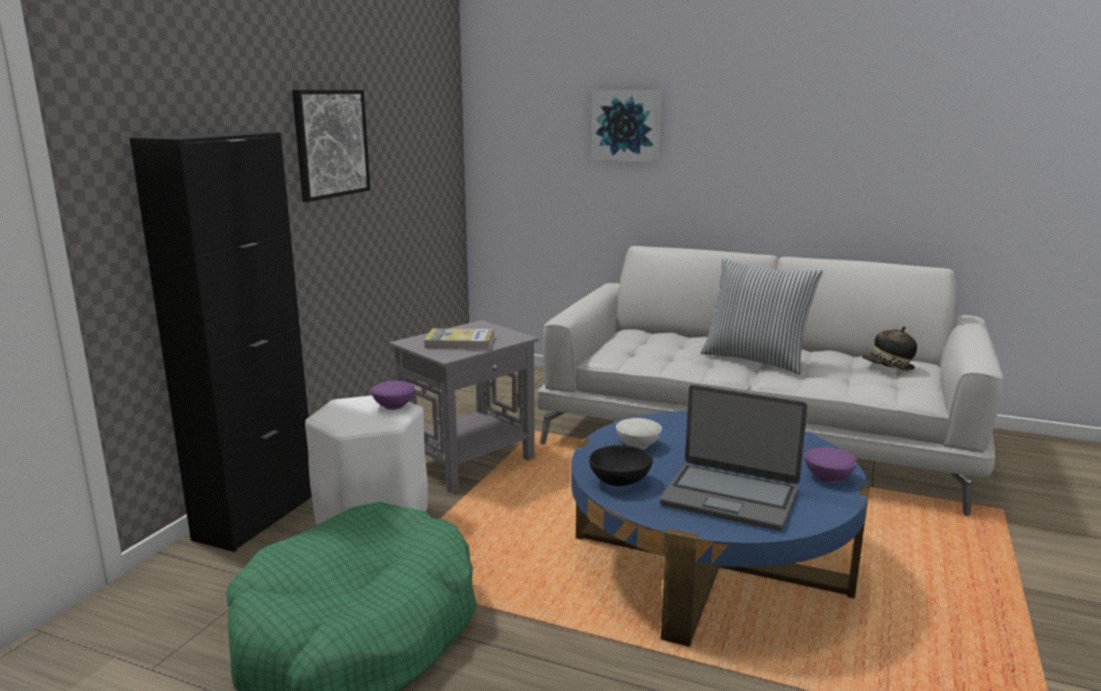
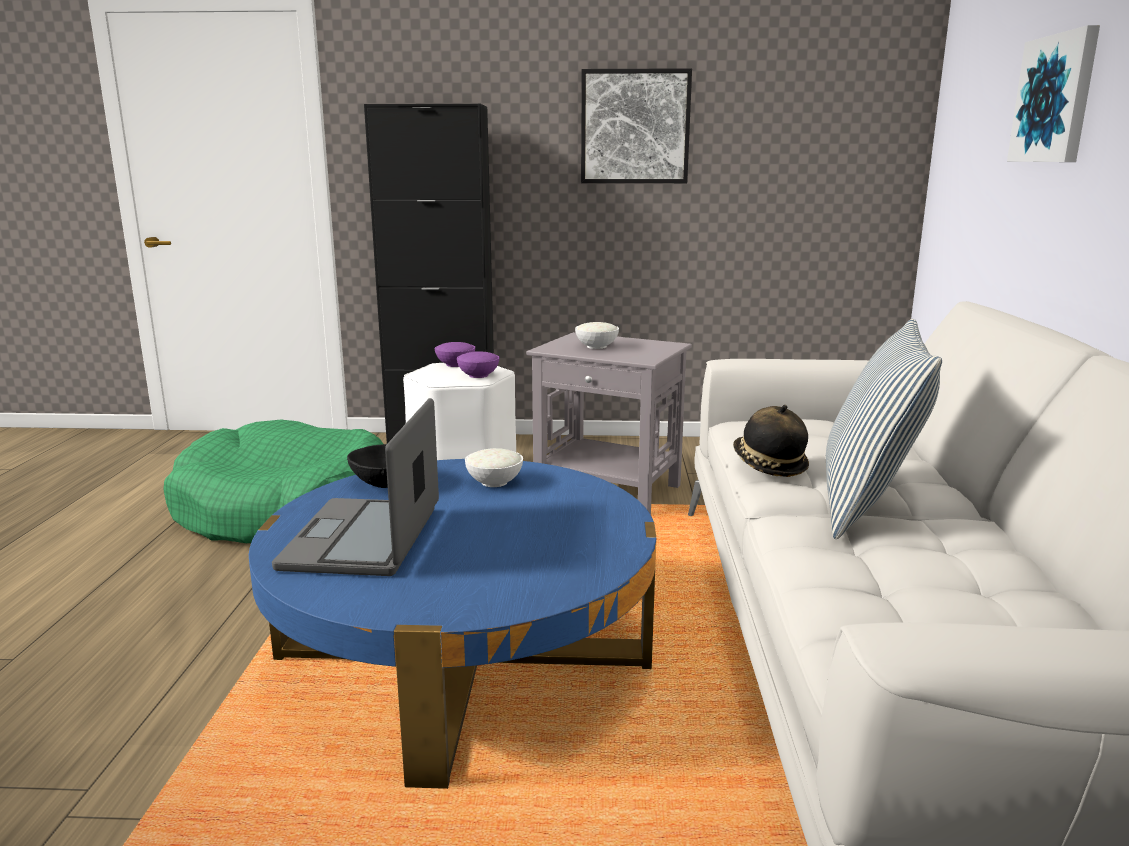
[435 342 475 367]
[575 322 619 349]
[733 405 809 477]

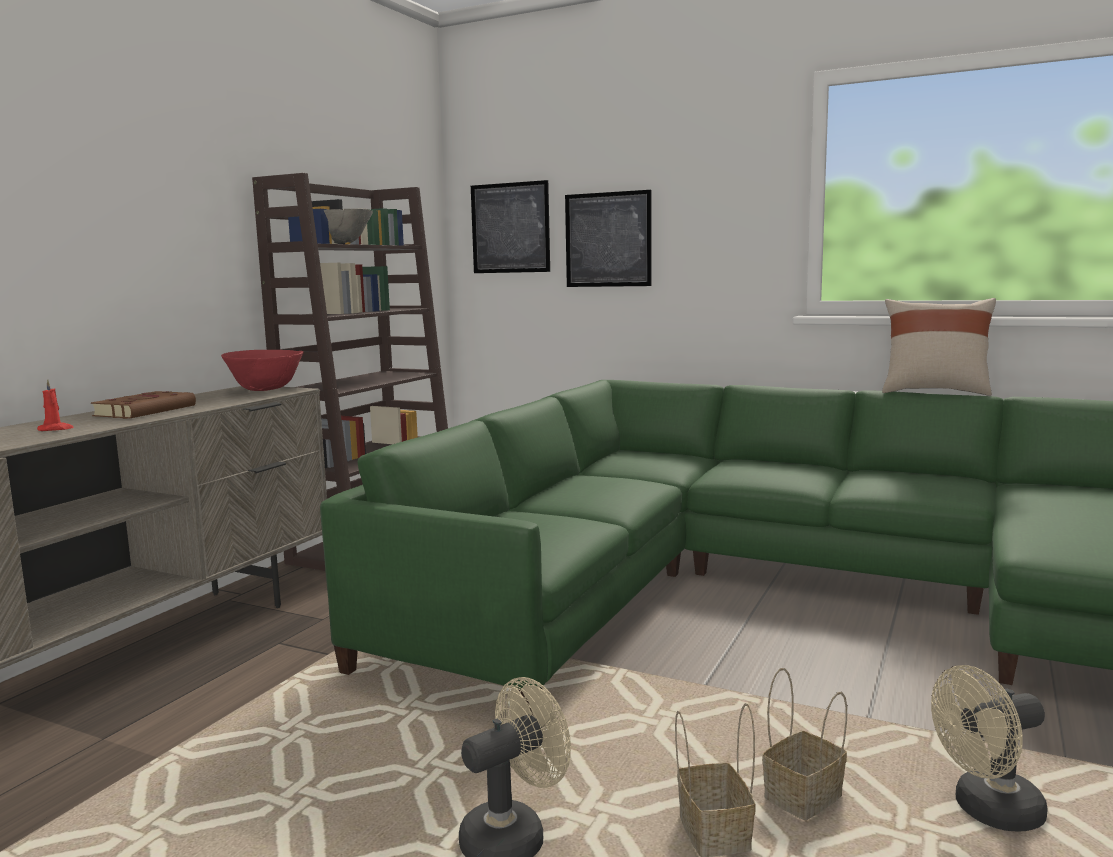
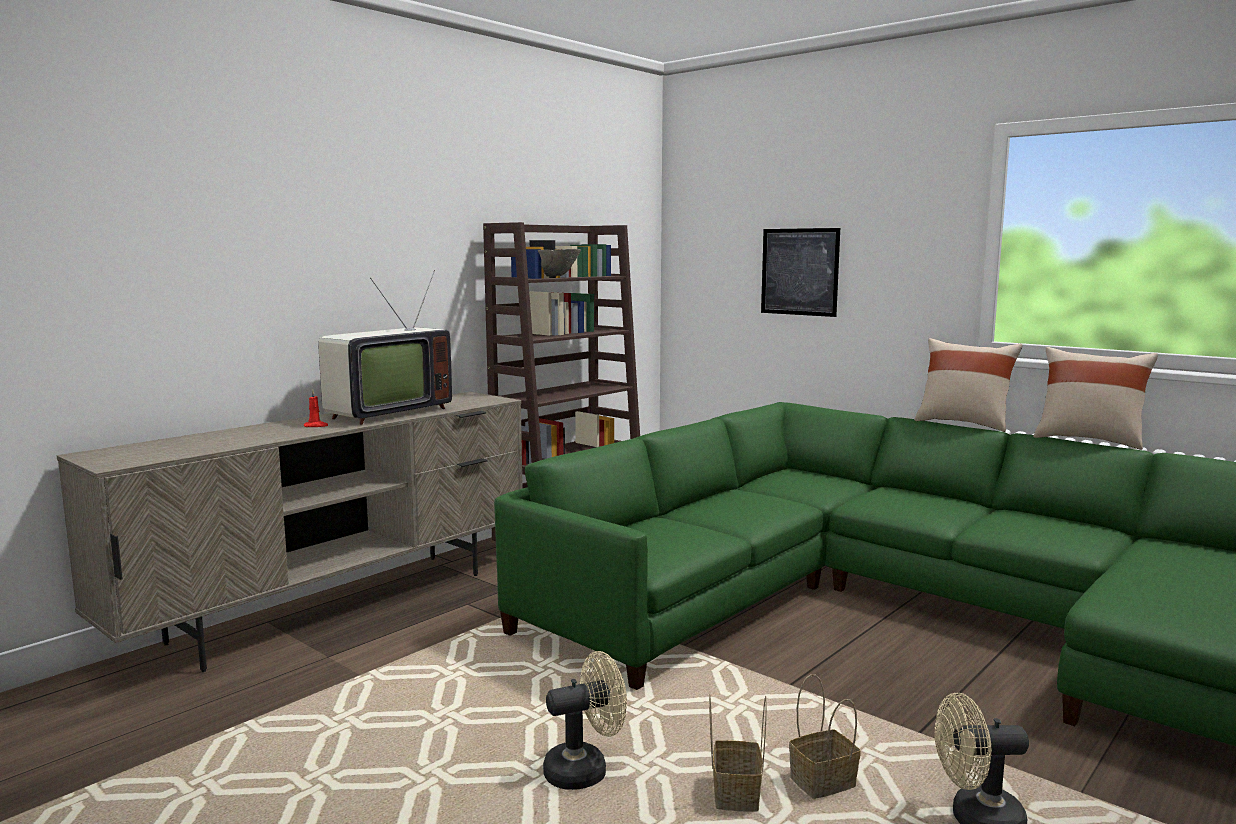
[318 270 452 425]
[914 338 1022 432]
[221 350 304 391] (first image)
[471 180 550 273] (first image)

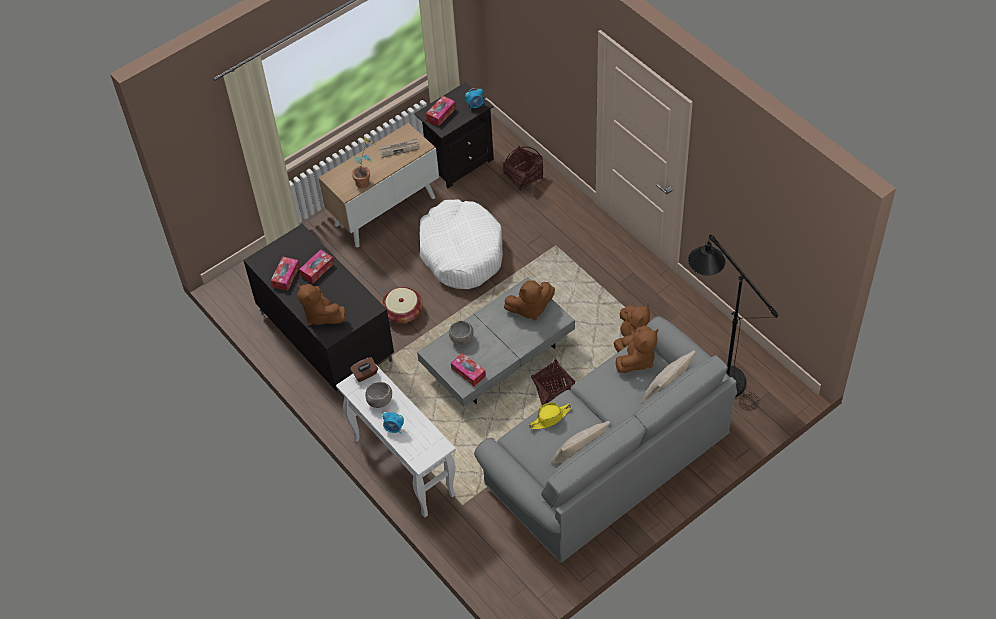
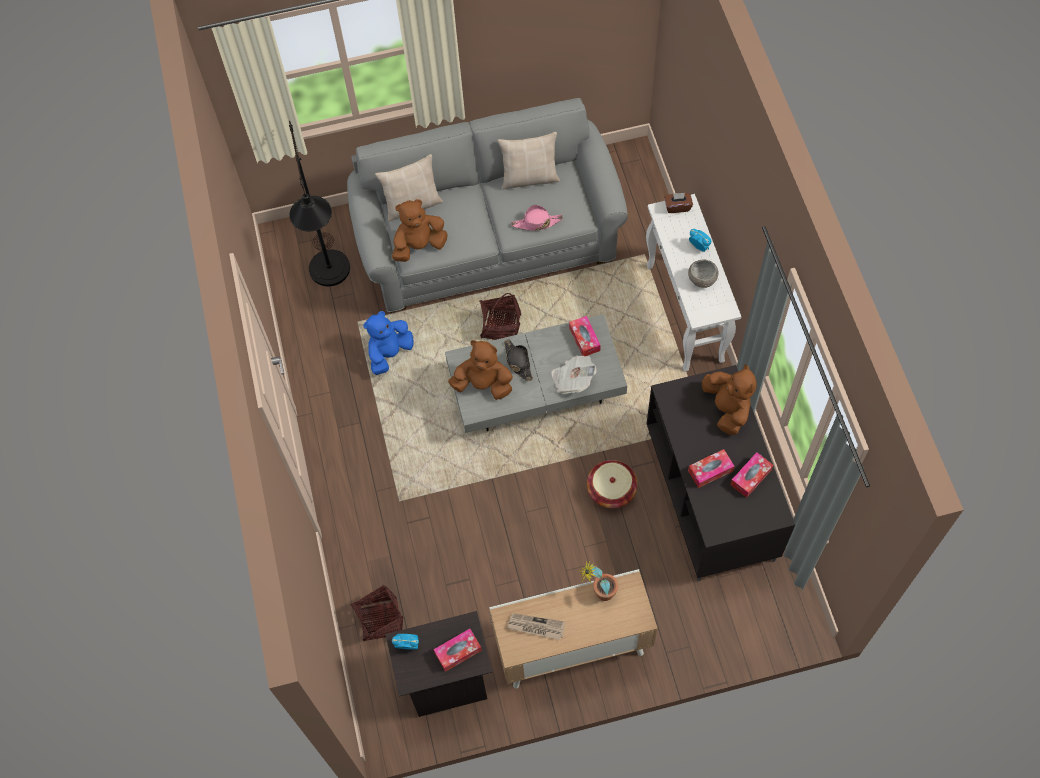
[363 311 414 375]
[504 339 533 381]
[511 205 563 231]
[551 355 597 394]
[665 193 693 213]
[420 199 503 289] (first image)

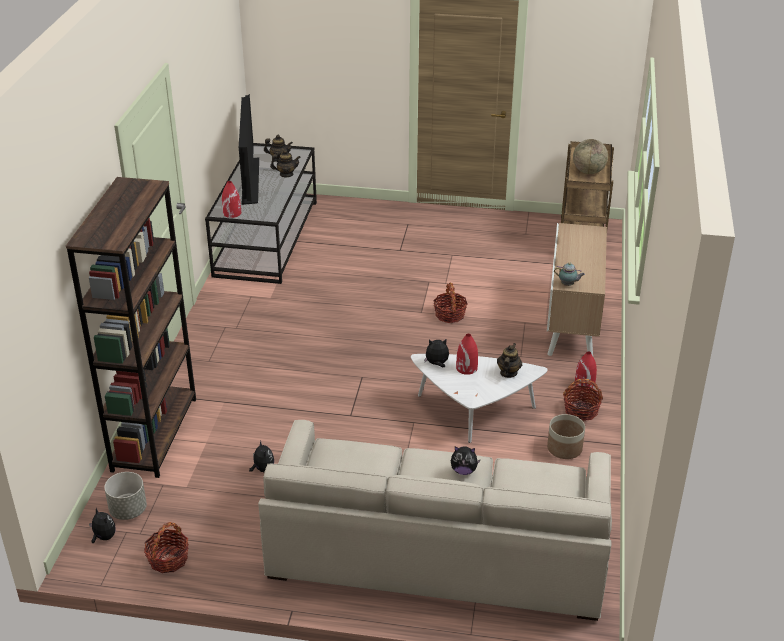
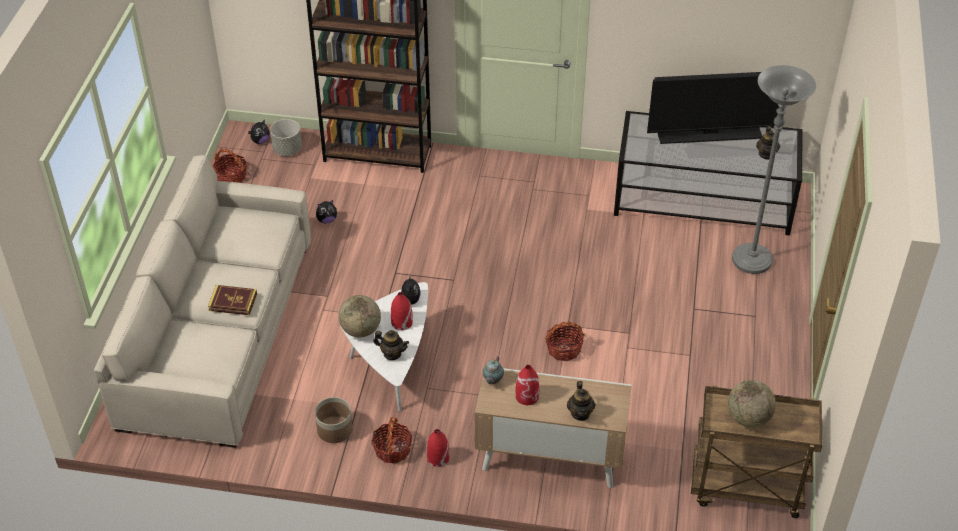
[208 285 257 316]
[338 295 381 337]
[515 365 539 405]
[567 381 595 421]
[732 65 816 274]

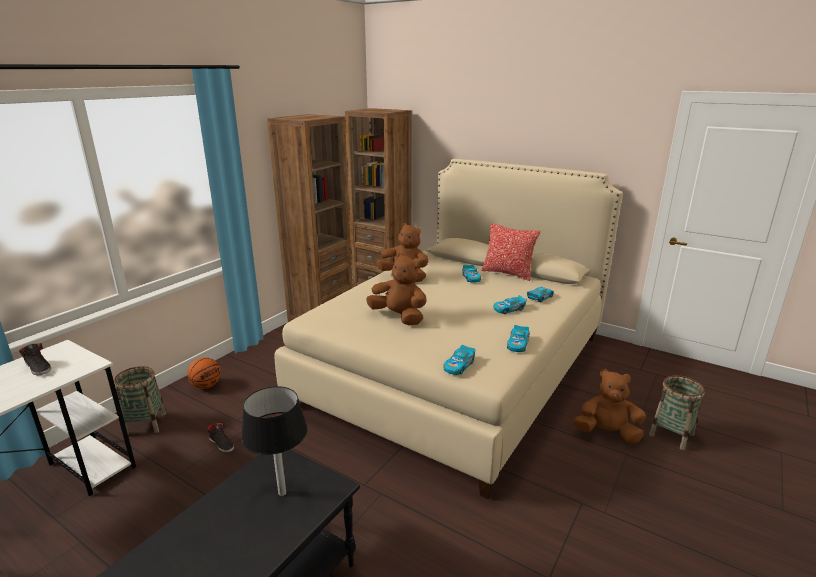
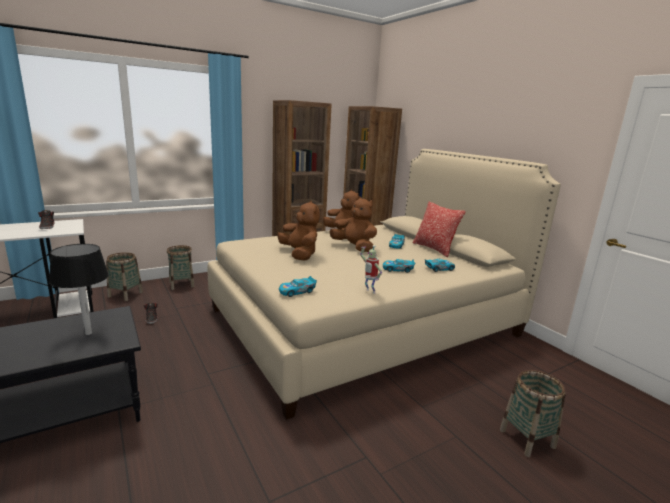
[167 245 195 290]
[329 197 377 252]
[360 245 382 293]

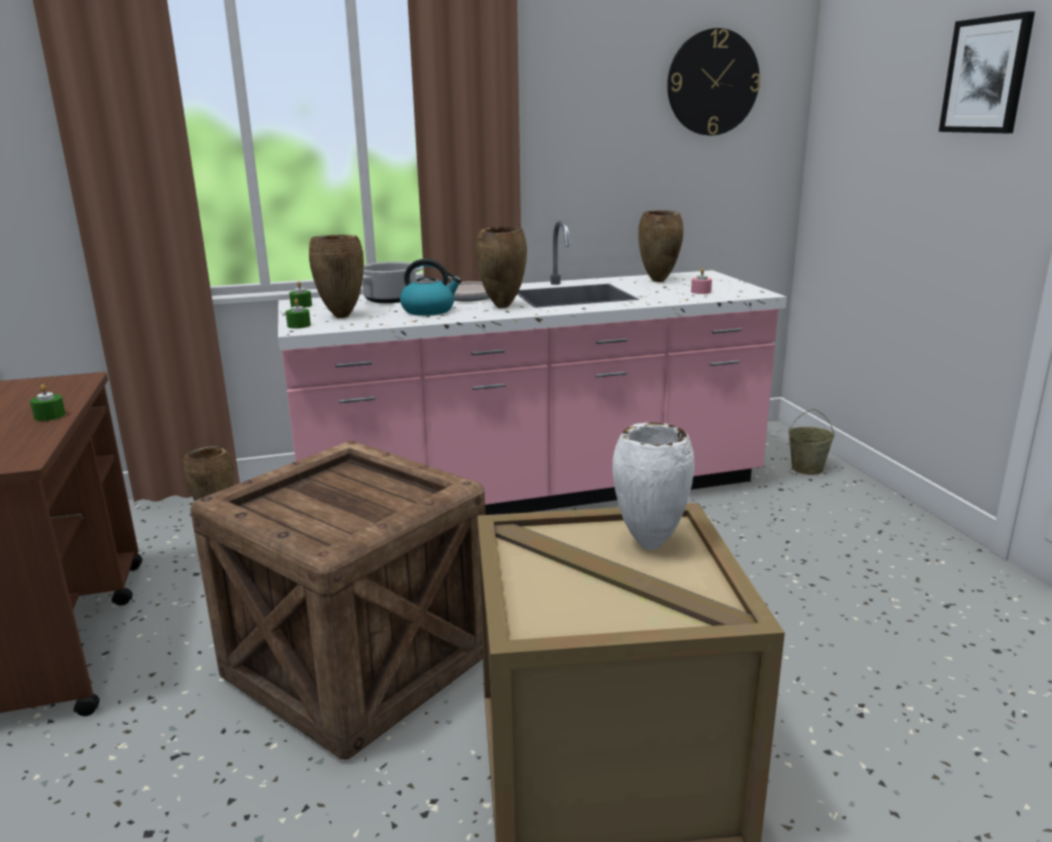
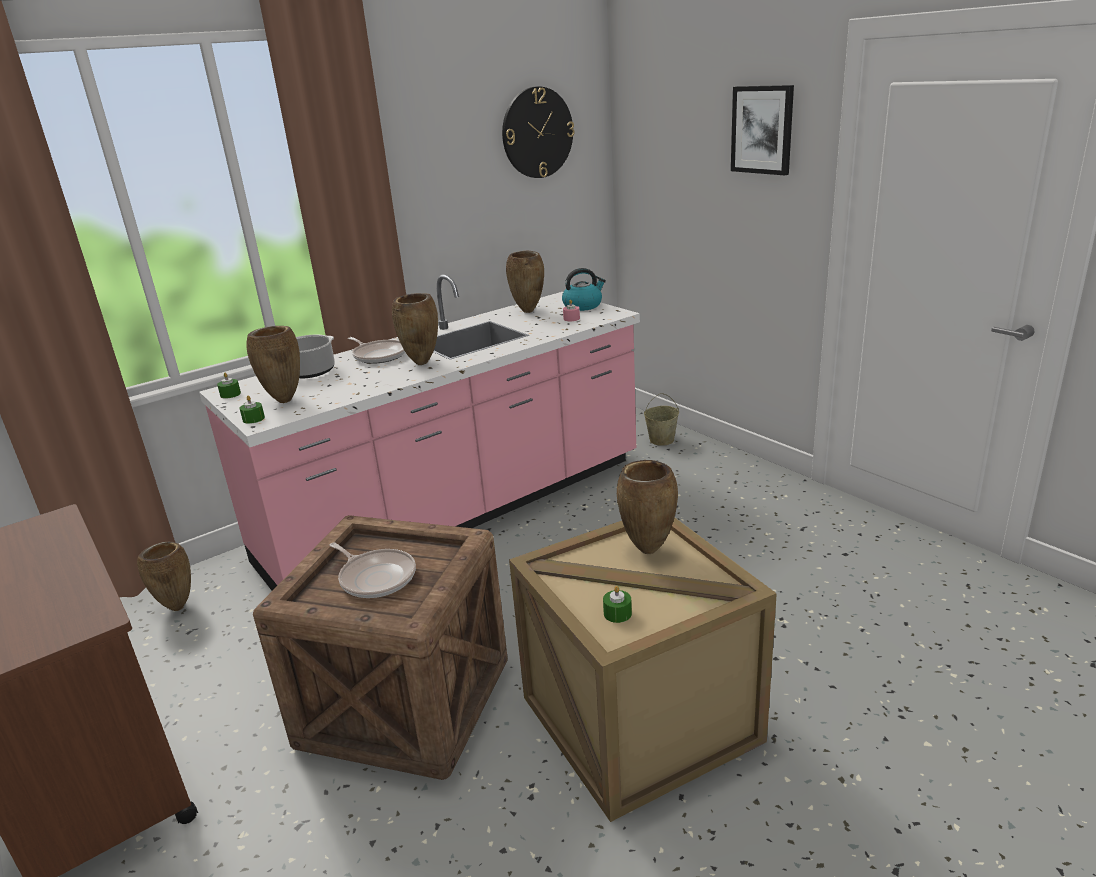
[329 542 416 598]
[562 268 606 311]
[603 586 632 623]
[617 460 678 554]

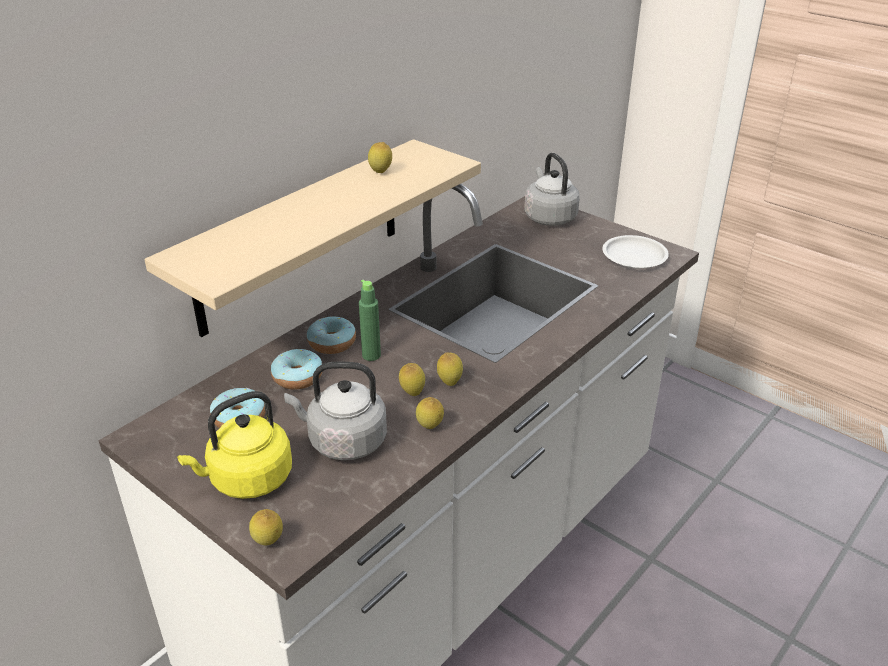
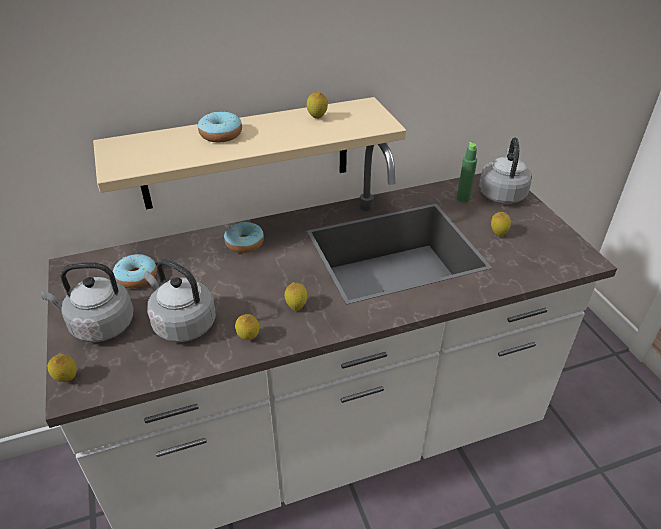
[41 262 134 342]
[197 111 242 142]
[457 142 477 203]
[491 212 511 237]
[602 235 669 269] (first image)

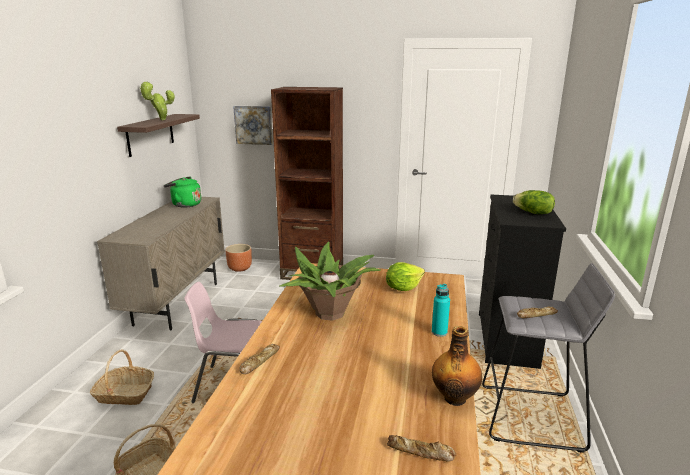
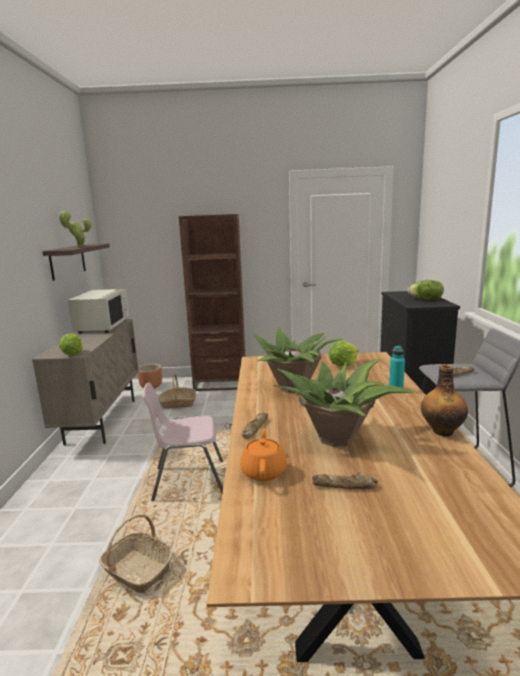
[59 333 83 355]
[67 289 129 334]
[159 374 196 409]
[240 428 287 481]
[274 359 412 447]
[312 472 378 489]
[233 106 272 145] (first image)

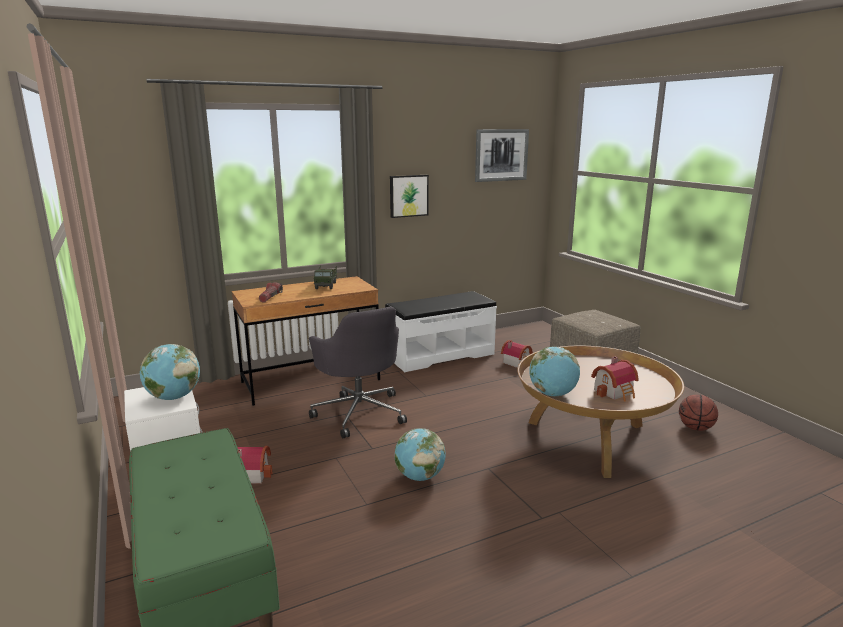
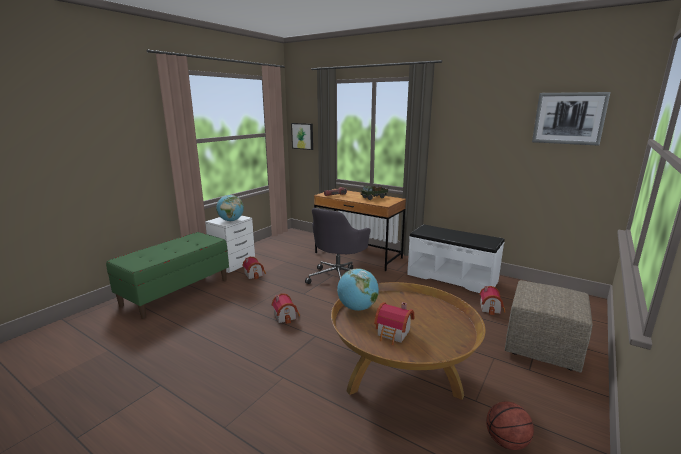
[272 293 300 324]
[291 123 313 150]

